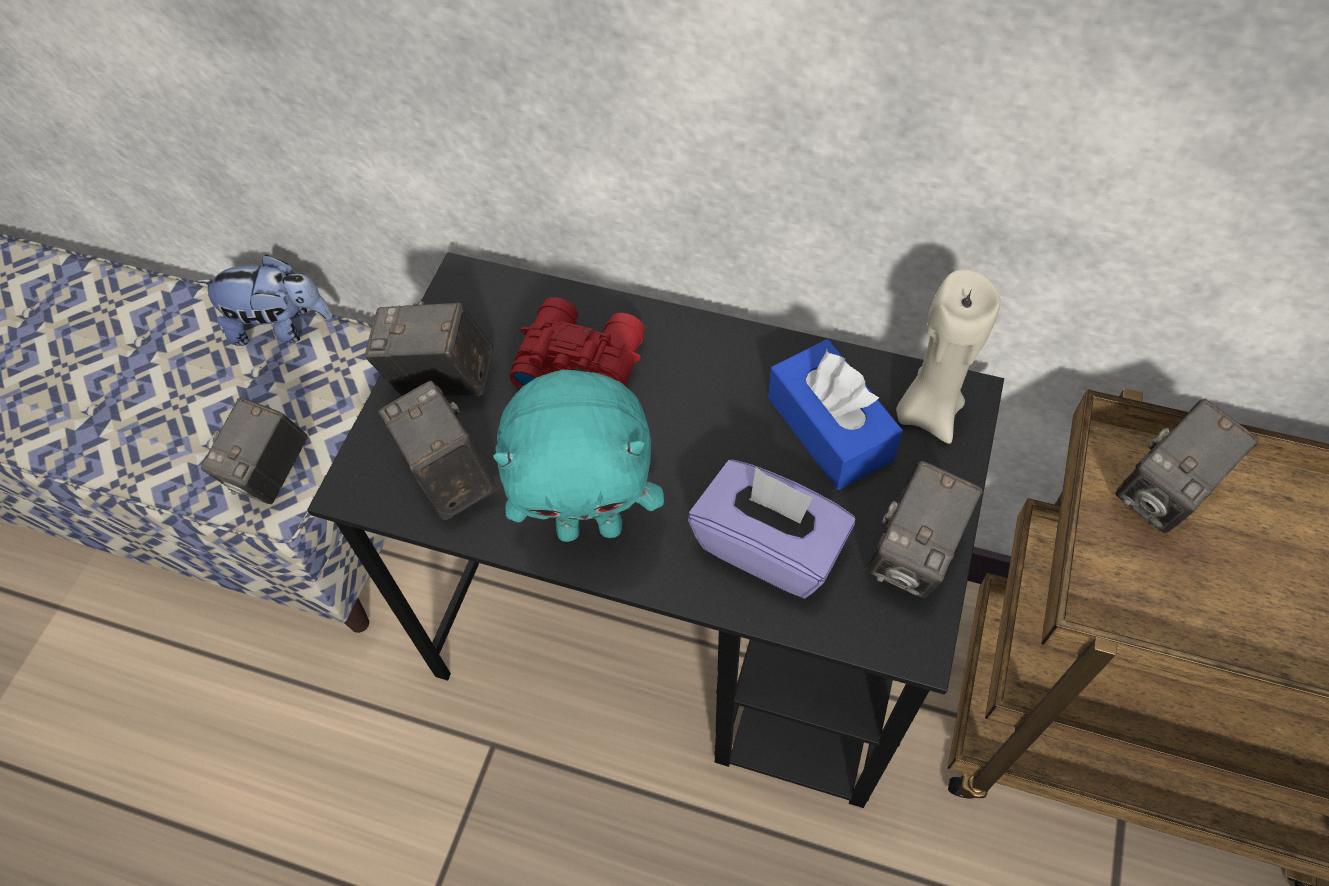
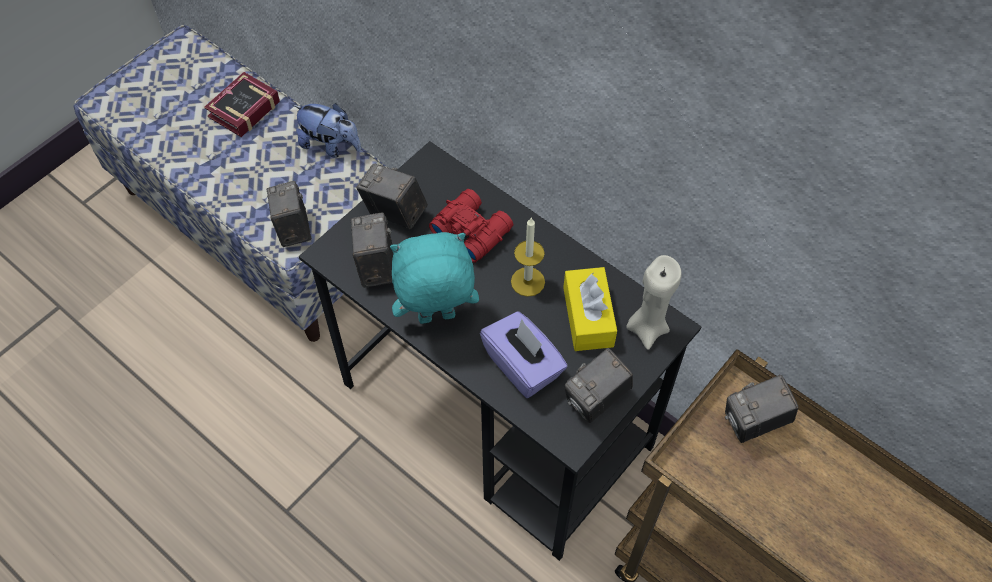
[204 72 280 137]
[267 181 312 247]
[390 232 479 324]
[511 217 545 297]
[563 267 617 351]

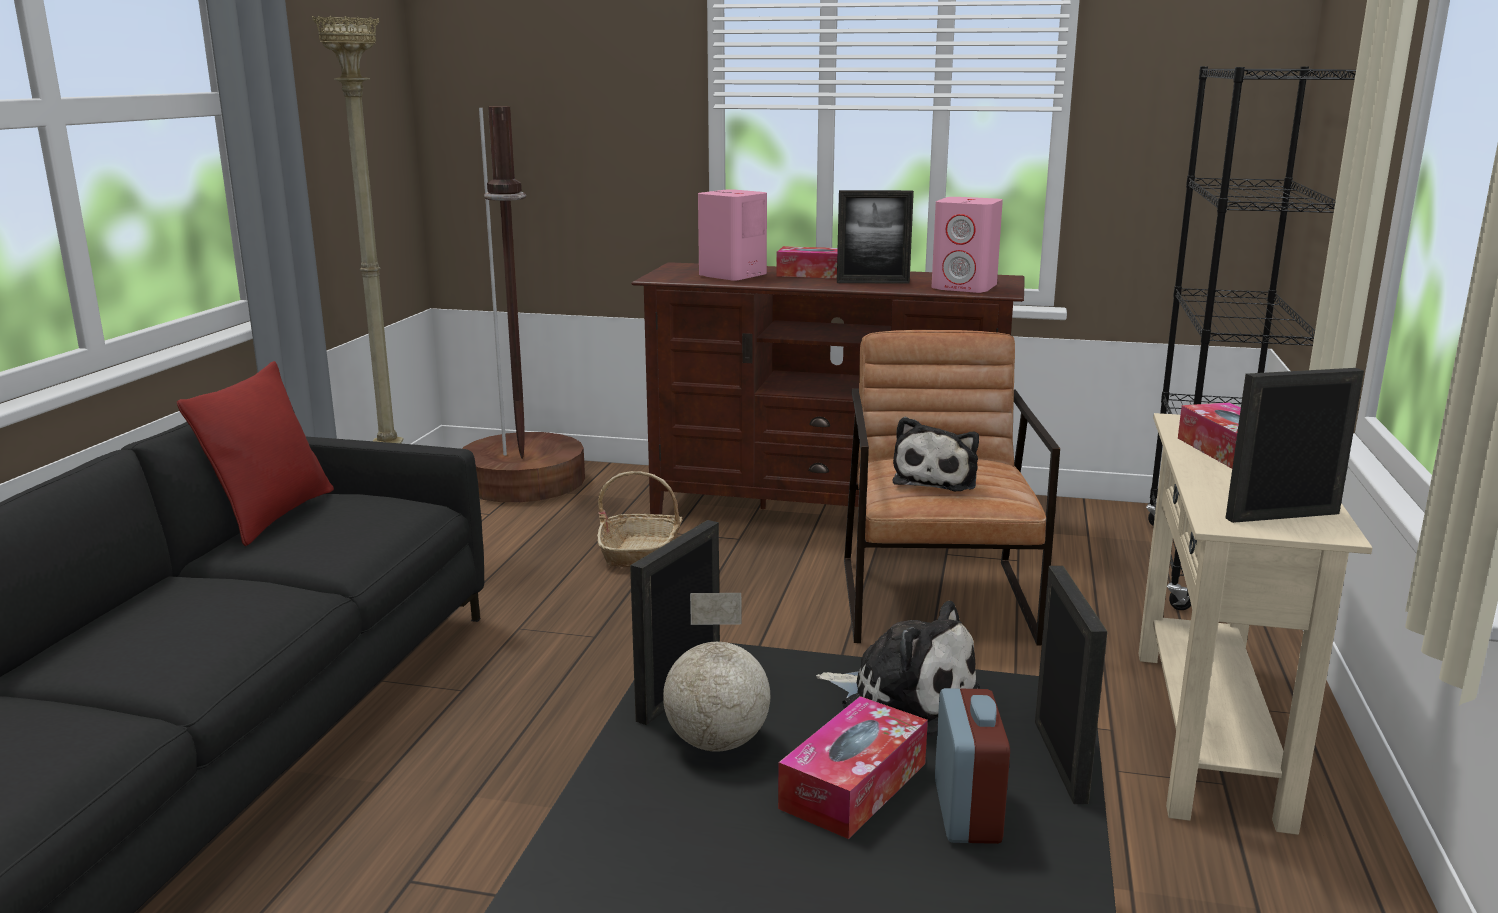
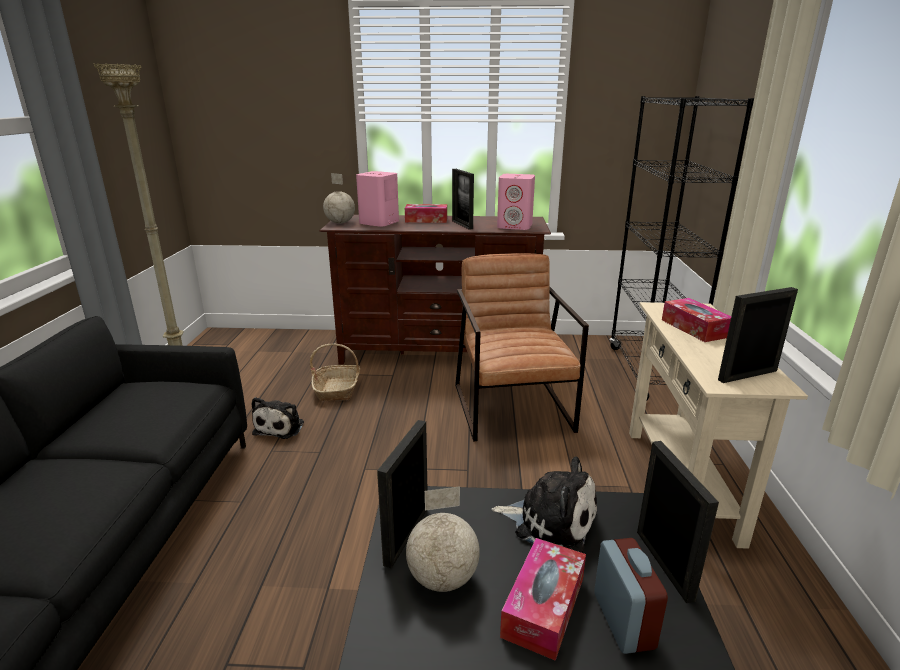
[252 397 304 439]
[323 173 355 224]
[452 169 474 230]
[177 361 334 546] (first image)
[462 106 585 502] (first image)

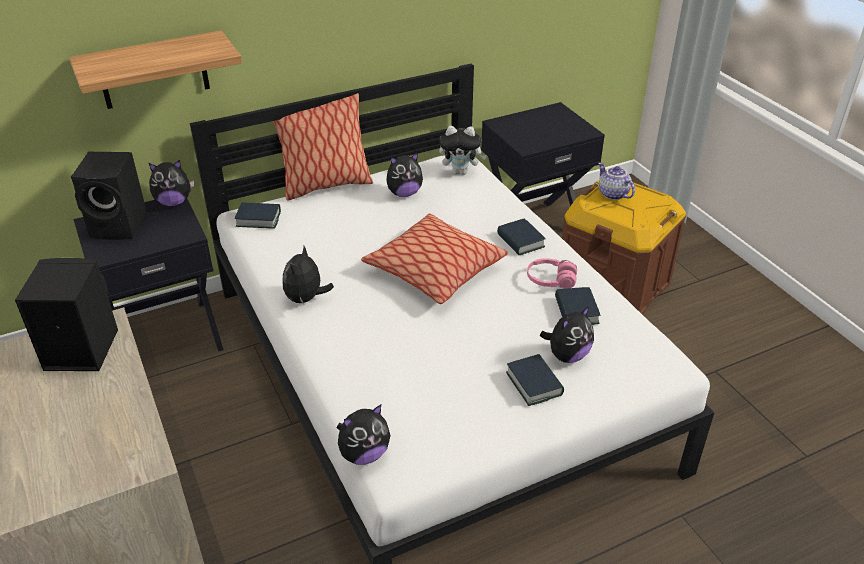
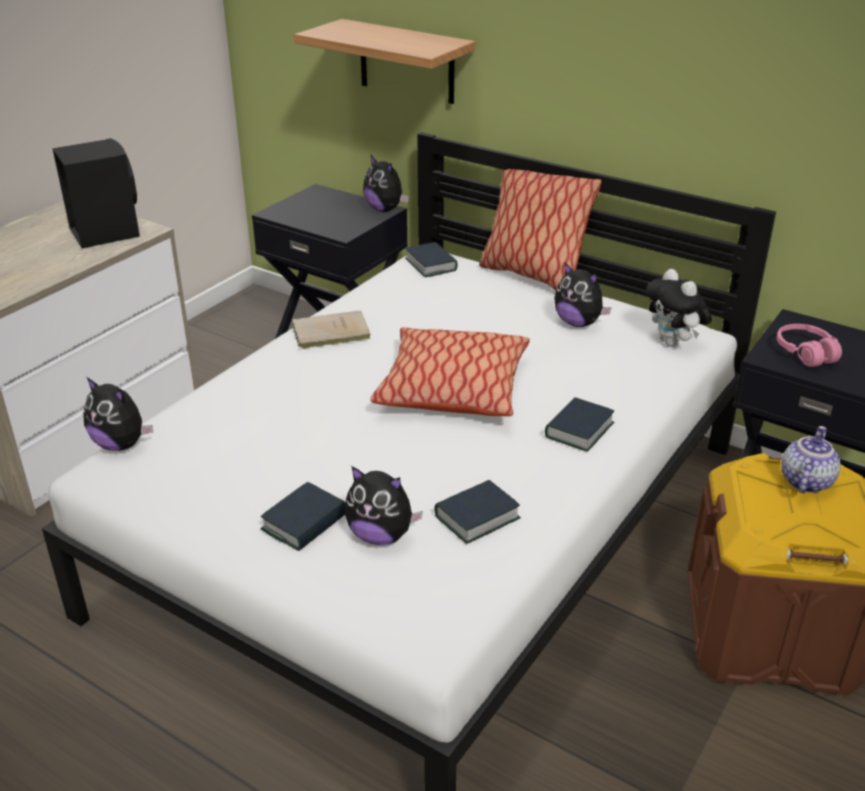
[292 311 371 349]
[777 324 842 367]
[71 152 147 240] (first image)

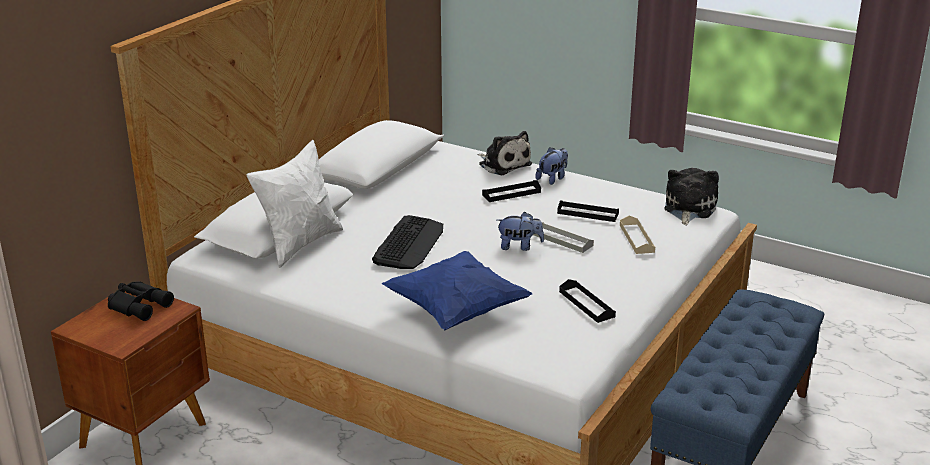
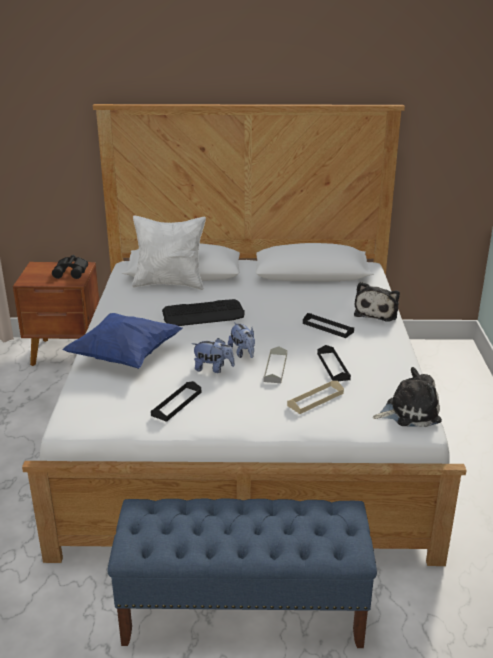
[192 338 235 373]

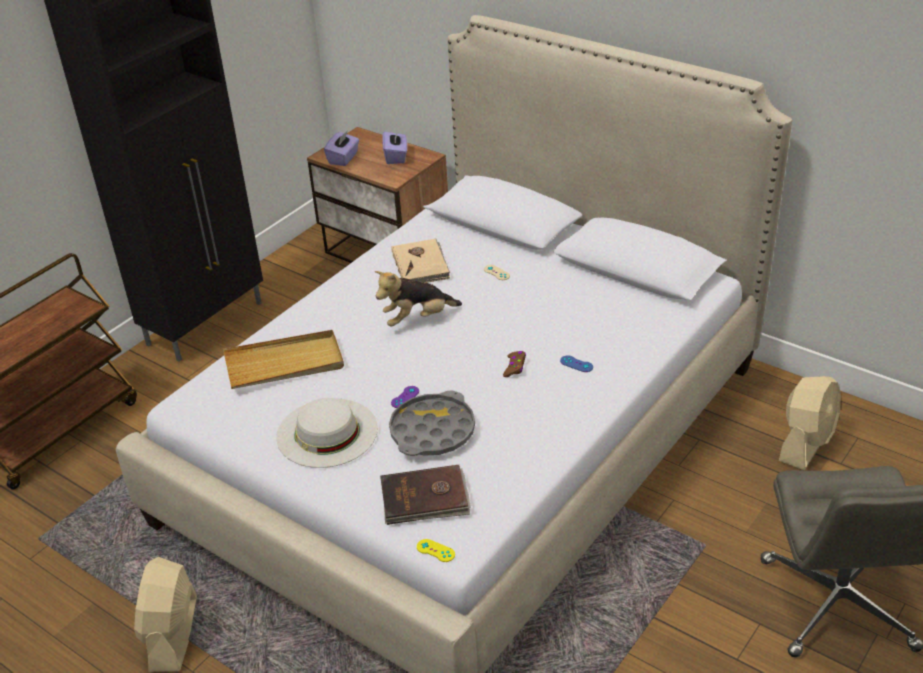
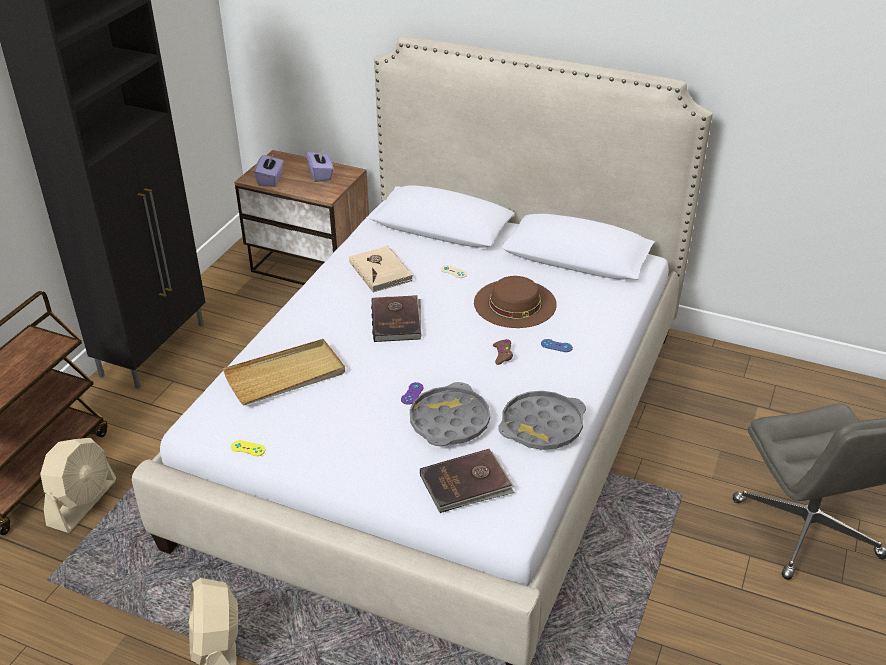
[40 438 116 533]
[231 440 266 456]
[371 295 422 342]
[474 276 557 328]
[498 391 586 450]
[276 398 378 468] (first image)

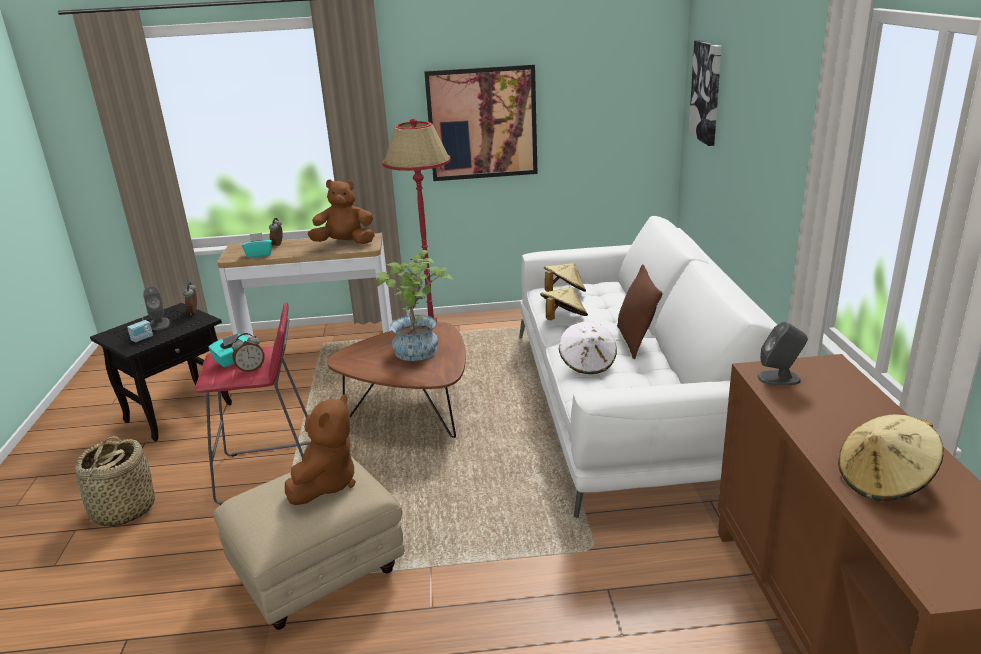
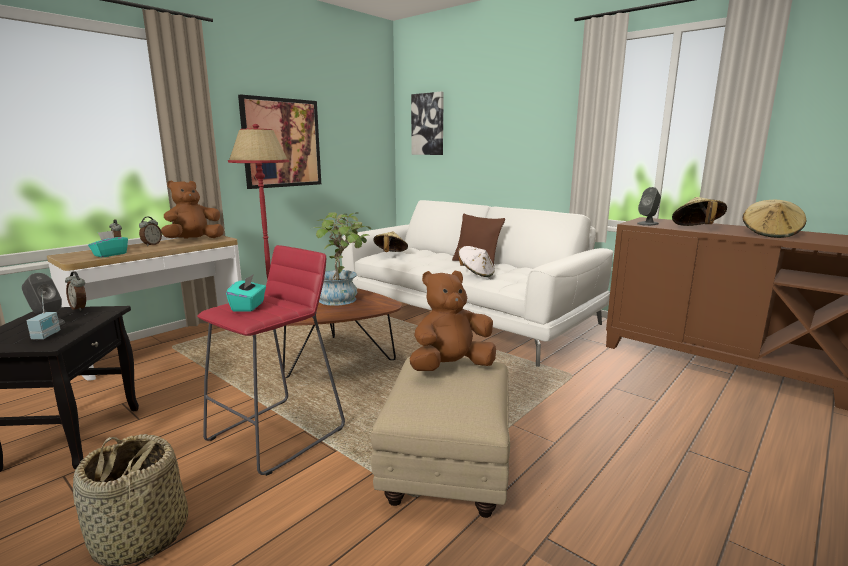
[139 217 162 246]
[410 271 496 371]
[672 197 727 226]

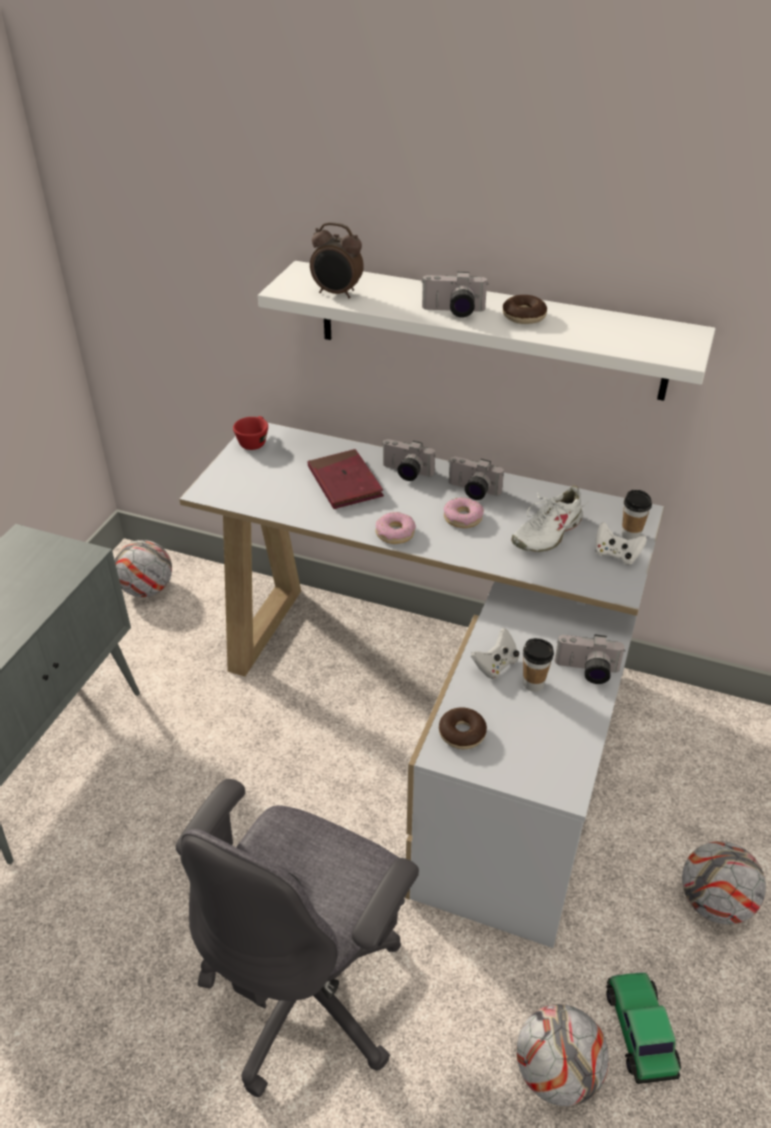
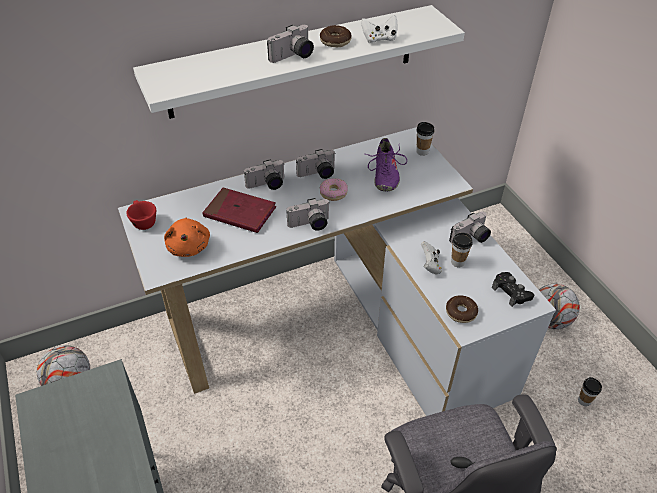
[164 218 210 257]
[286 198 330 231]
[361 15 398 43]
[367 138 407 192]
[492 272 534 307]
[578 377 602 407]
[310 222 364 298] (first image)
[517 1004 609 1106] (first image)

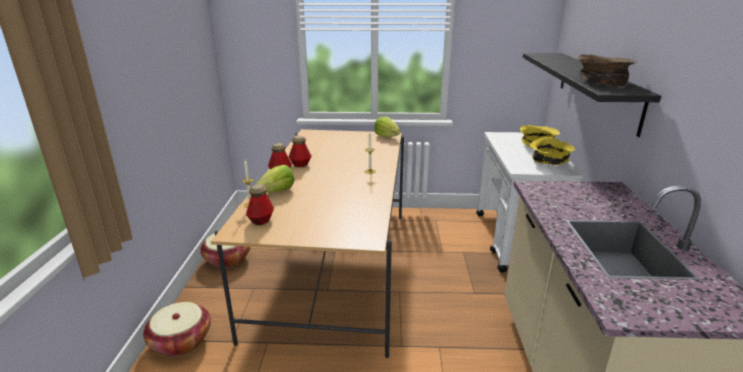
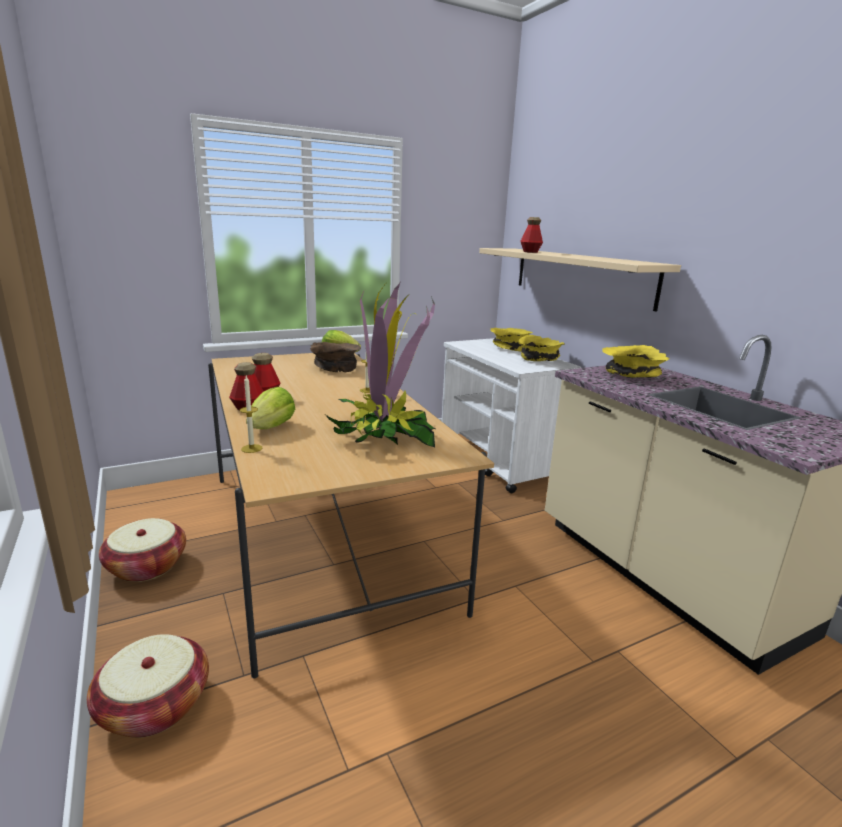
[310 342 361 372]
[326 283 436 447]
[479 248 681 312]
[520 217 543 253]
[602 345 669 377]

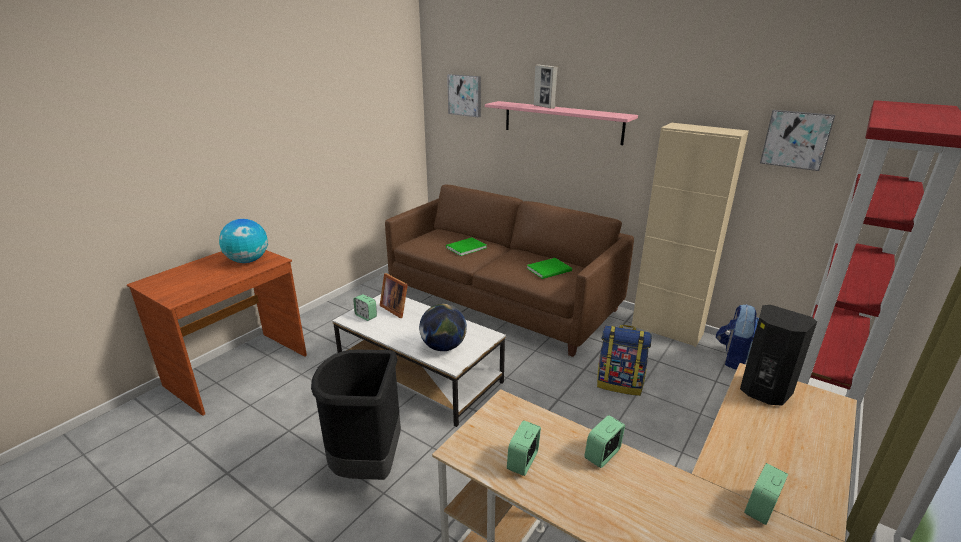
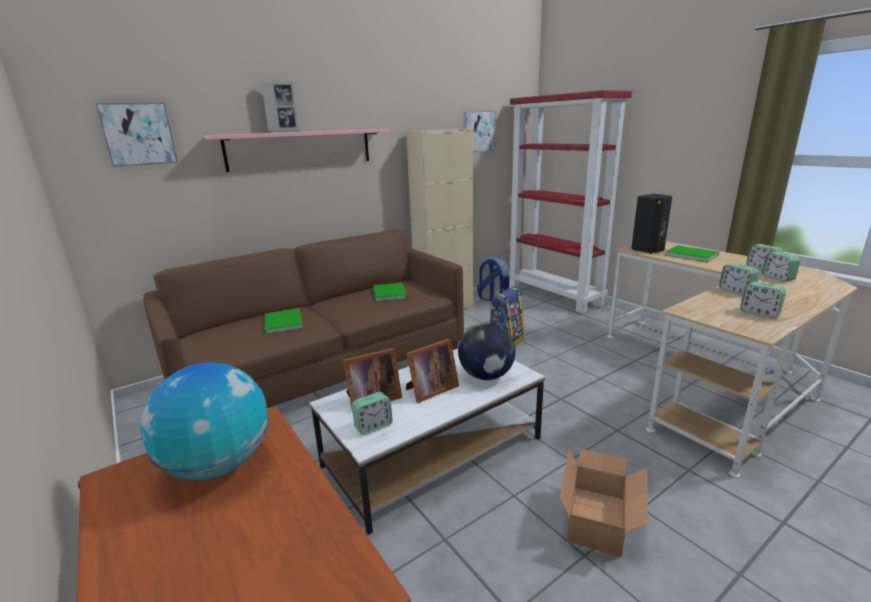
[406 339 459 403]
[560 448 648 557]
[665 245 719 262]
[762 252 801 281]

